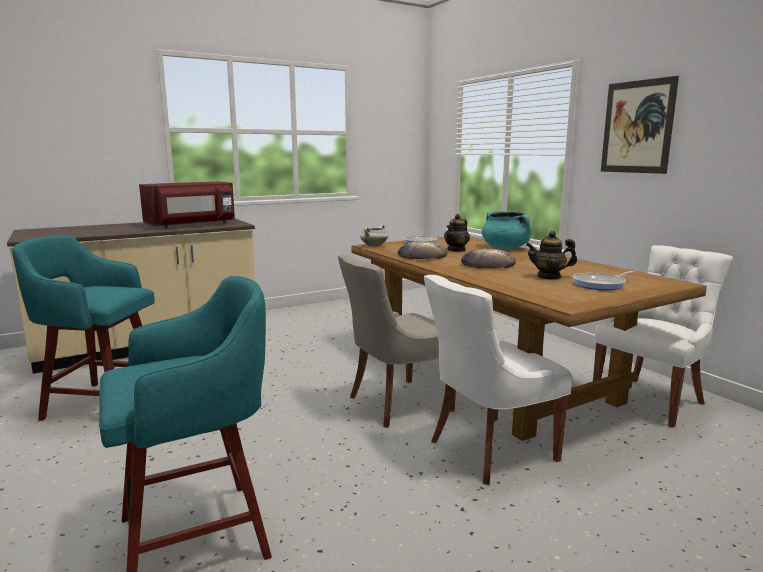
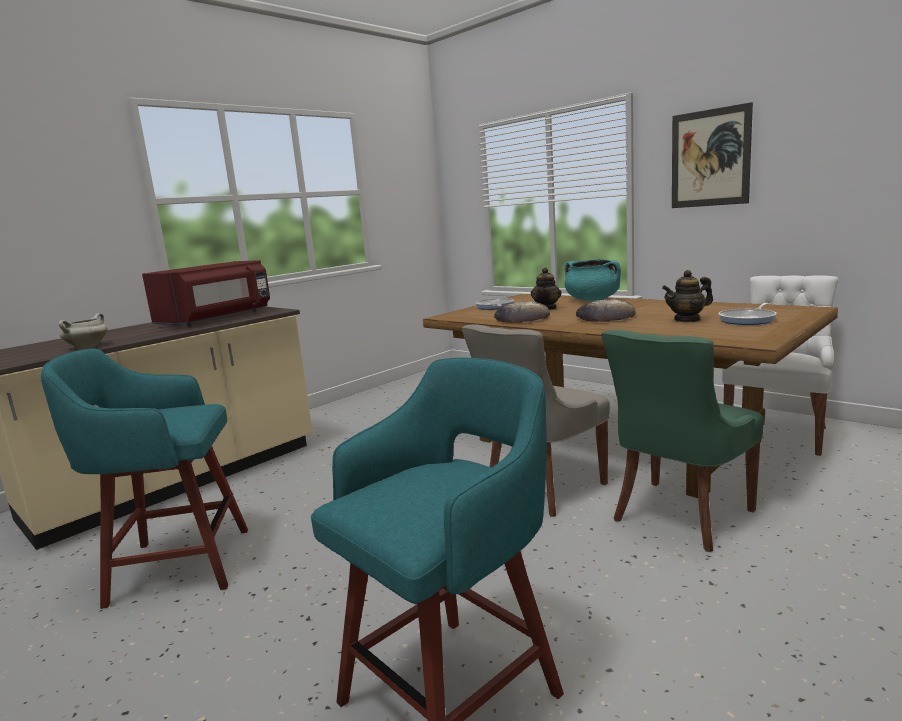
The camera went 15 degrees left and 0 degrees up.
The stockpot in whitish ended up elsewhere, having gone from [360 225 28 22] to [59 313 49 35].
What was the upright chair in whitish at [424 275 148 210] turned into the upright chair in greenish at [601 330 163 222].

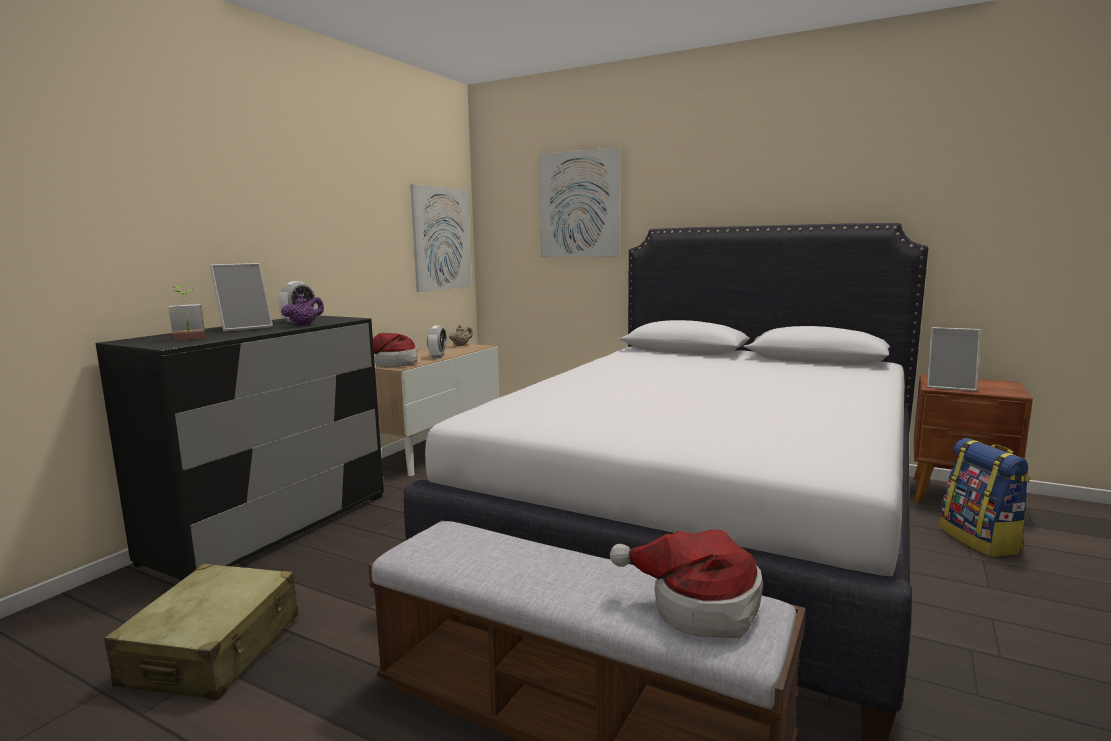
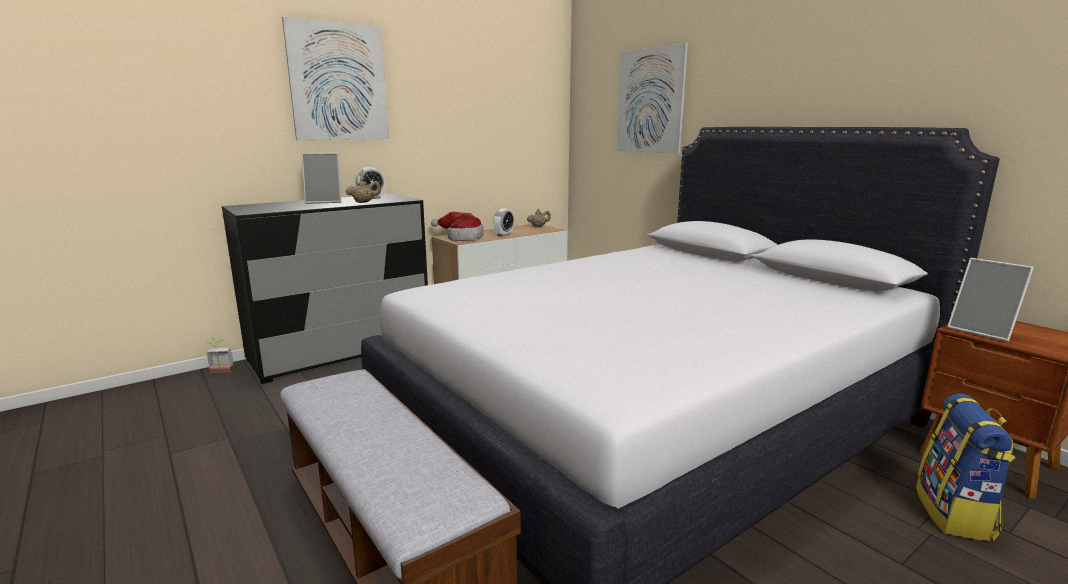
The camera went 25 degrees right and 5 degrees up.
The houseplant ended up elsewhere, having gone from [169 286 37 55] to [207 338 27 35].
The picture ended up elsewhere, having gone from [410 184 62 108] to [282 17 107 123].
What was the pot for tea in purple at [281 294 43 32] turned into the pot for tea in beige at [346 178 35 25].
The second view lost the piece of luggage in beige at [104 564 194 136].
The second view lost the clothing hat at [610 529 153 109].

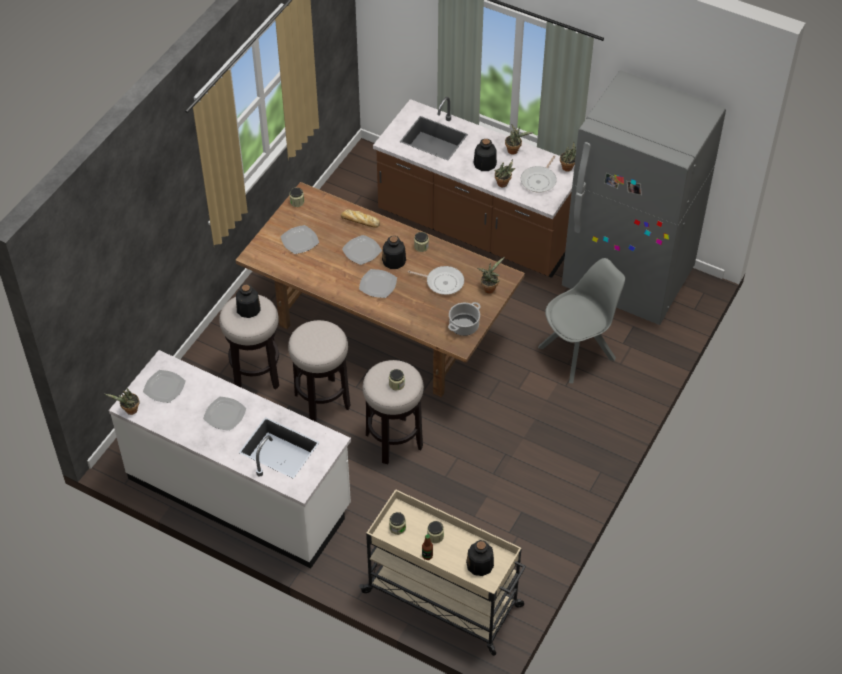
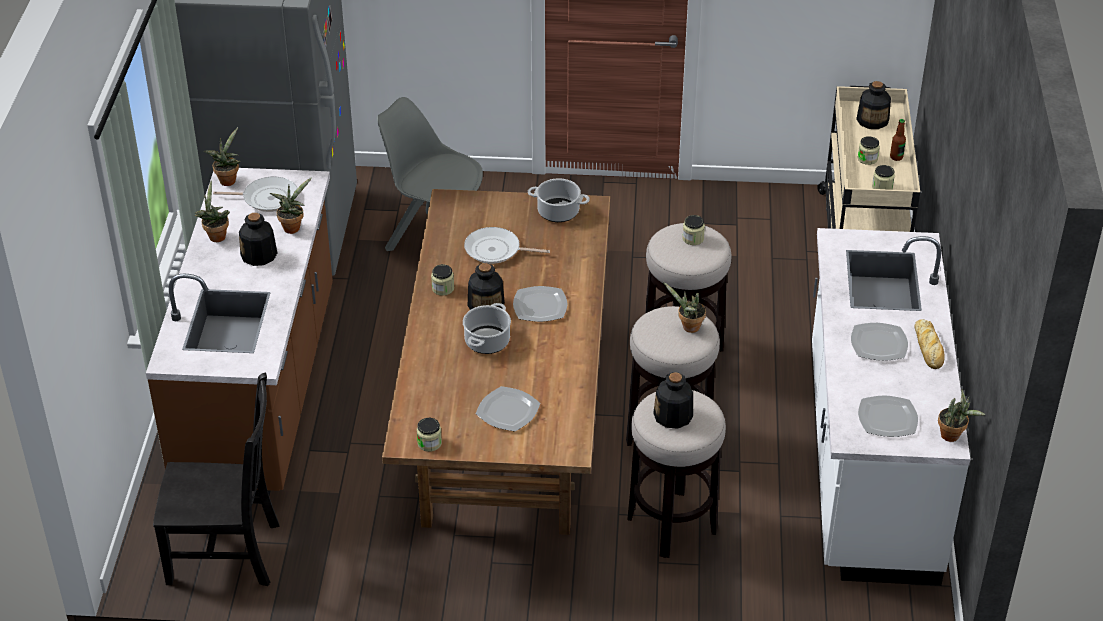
The camera went 115 degrees left and 10 degrees down.
The second view gained the upright chair in blackish at [153 373 127 213].
Where the plate stood at [342 235 40 30], the stockpot came to stand at [463 303 48 51].
The pan at [408 266 56 29] ended up facing another way, 75 degrees counterclockwise from before.
The houseplant ended up elsewhere, having gone from [477 257 28 37] to [663 282 43 51].
The bakery bread ended up elsewhere, having gone from [341 209 39 19] to [914 319 31 50].

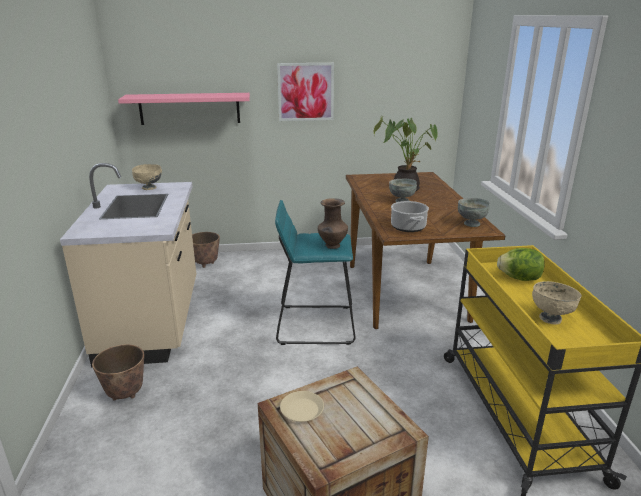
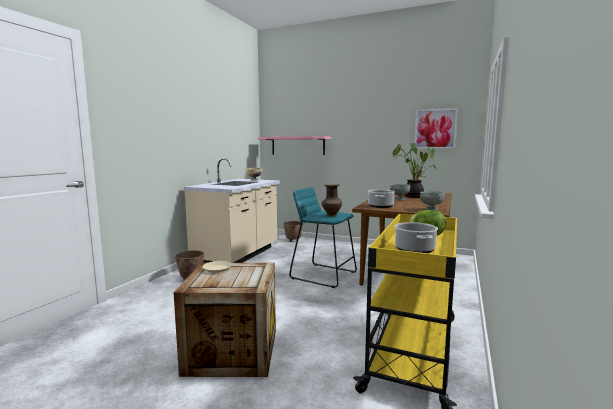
The camera went 30 degrees right and 15 degrees down.
Where the bowl in beige stood at [532 281 50 43], the stockpot came to stand at [395 222 43 31].
The picture ended up elsewhere, having gone from [277 63 57 58] to [414 108 44 41].

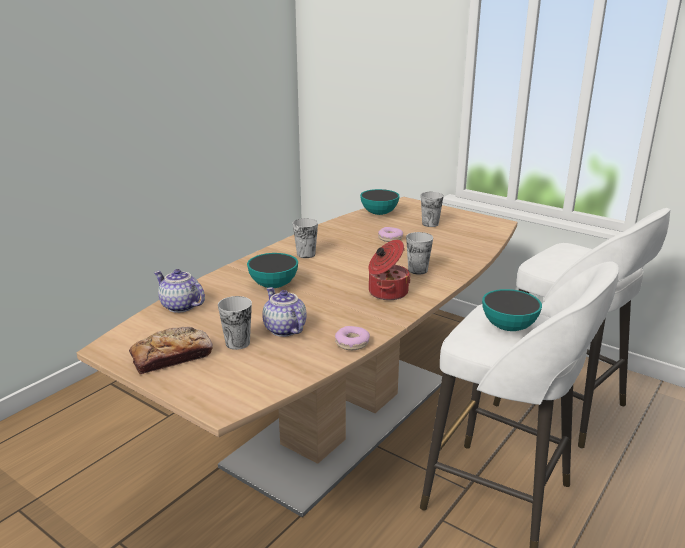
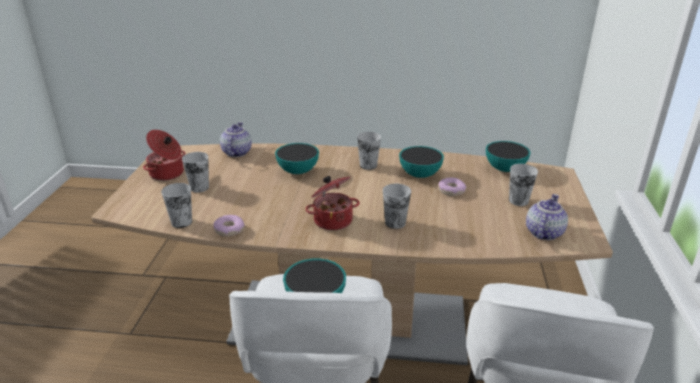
The camera went 60 degrees right and 5 degrees up.
Where the bakery bread stood at [129 327 84 47], the stockpot came to stand at [143 130 42 51].
The second view gained the small cup at [161 183 31 45].
The second view gained the bowl at [399 146 45 32].
The pot for tea ended up elsewhere, having gone from [262 287 45 50] to [526 194 42 46].

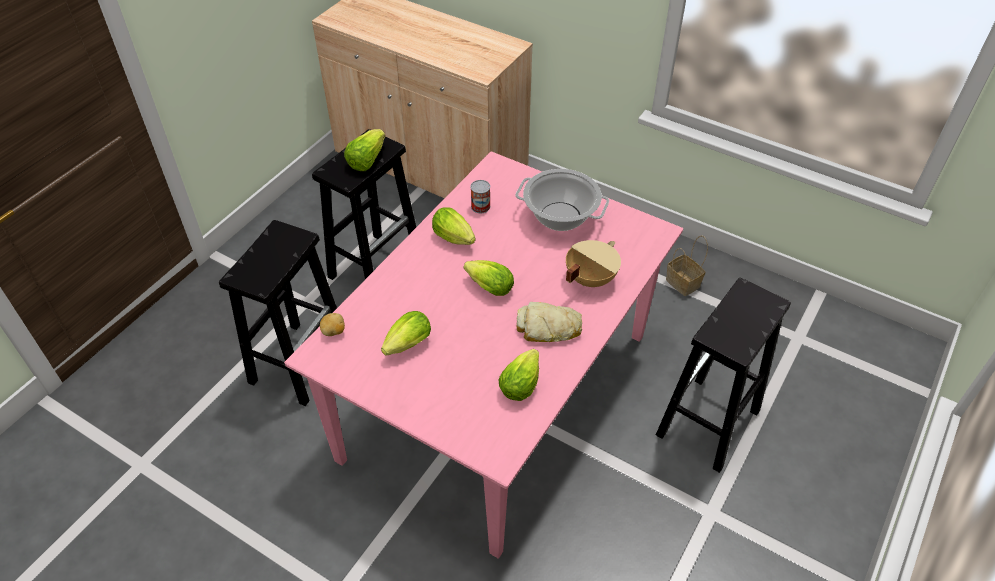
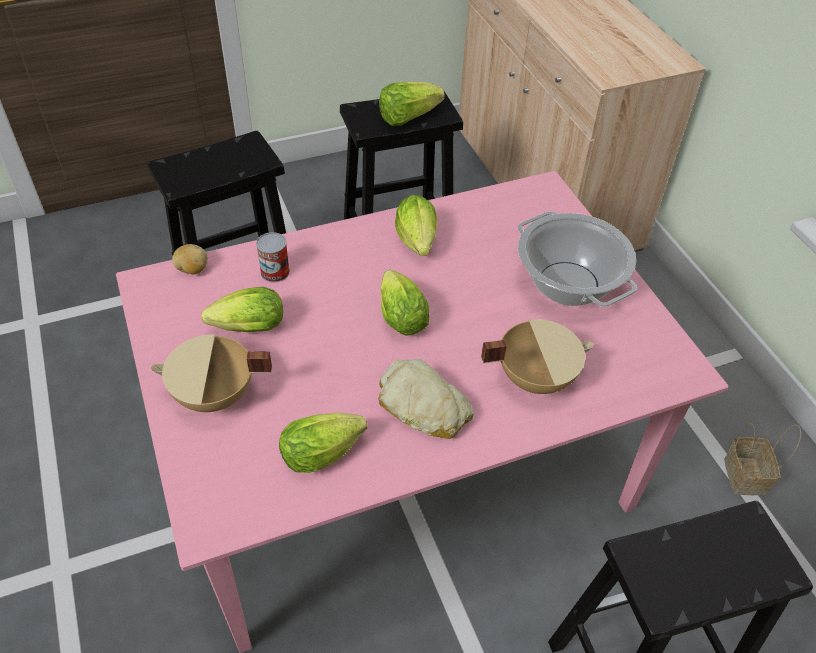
The camera went 35 degrees right and 0 degrees up.
The second view gained the stockpot in beige at [151 334 121 78].
The sealed can ended up elsewhere, having gone from [470 180 21 33] to [256 232 34 51].

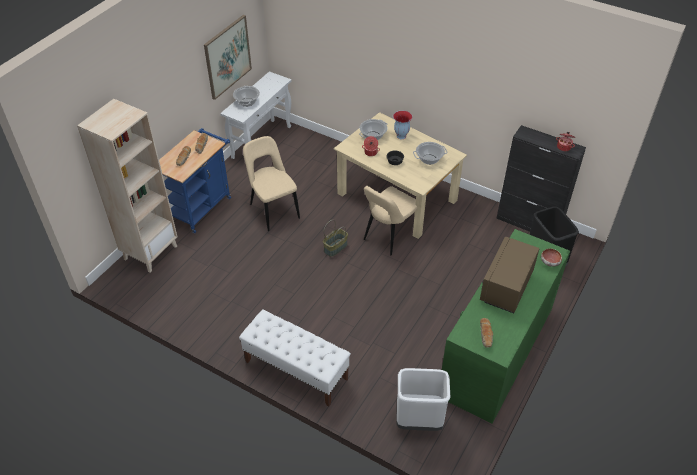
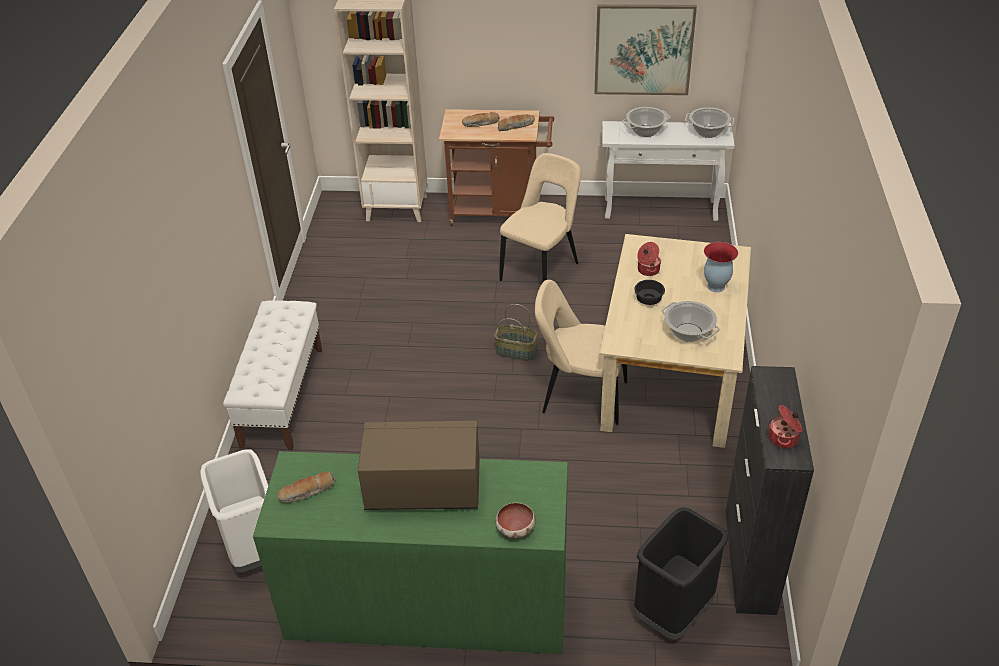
The camera went 65 degrees right and 5 degrees down.
What was the cart in blue-coloured at [159 128 72 105] turned into the cart in brownish at [439 109 115 117].
The stockpot ended up elsewhere, having gone from [359 119 28 21] to [685 107 50 31].

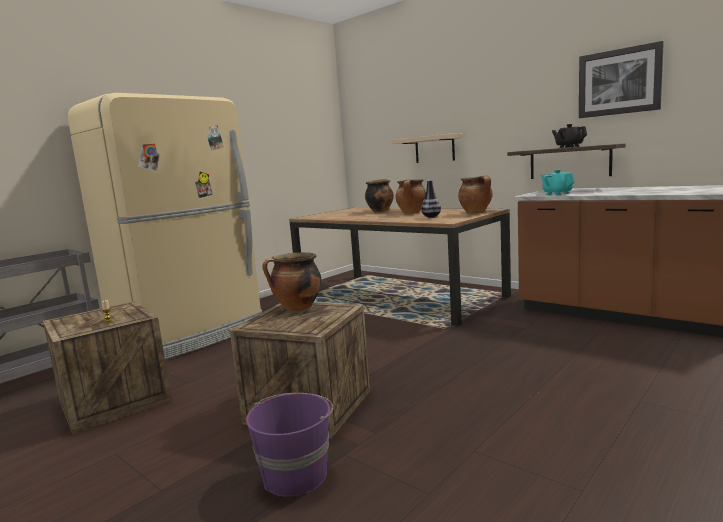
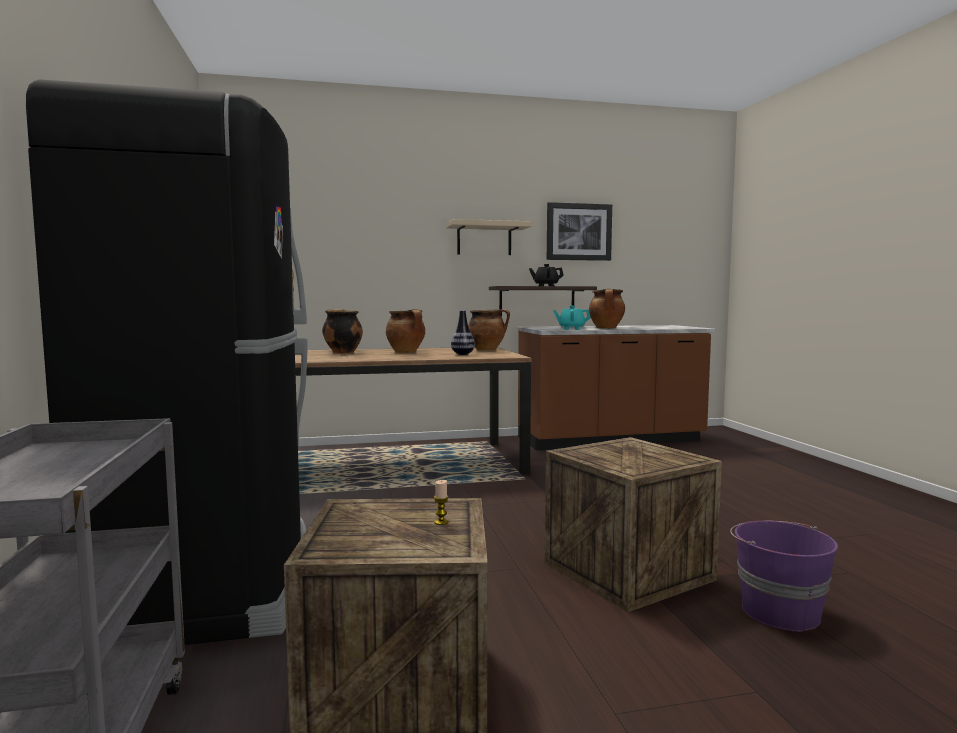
The camera went 55 degrees left and 5 degrees down.
What was the refrigerator in beige at [68 93 194 266] turned into the refrigerator in blackish at [26 79 282 566].
The shelf in beige ended up elsewhere, having gone from [391 134 71 29] to [446 219 86 36].
The stockpot ended up elsewhere, having gone from [262 252 59 59] to [589 289 36 40].

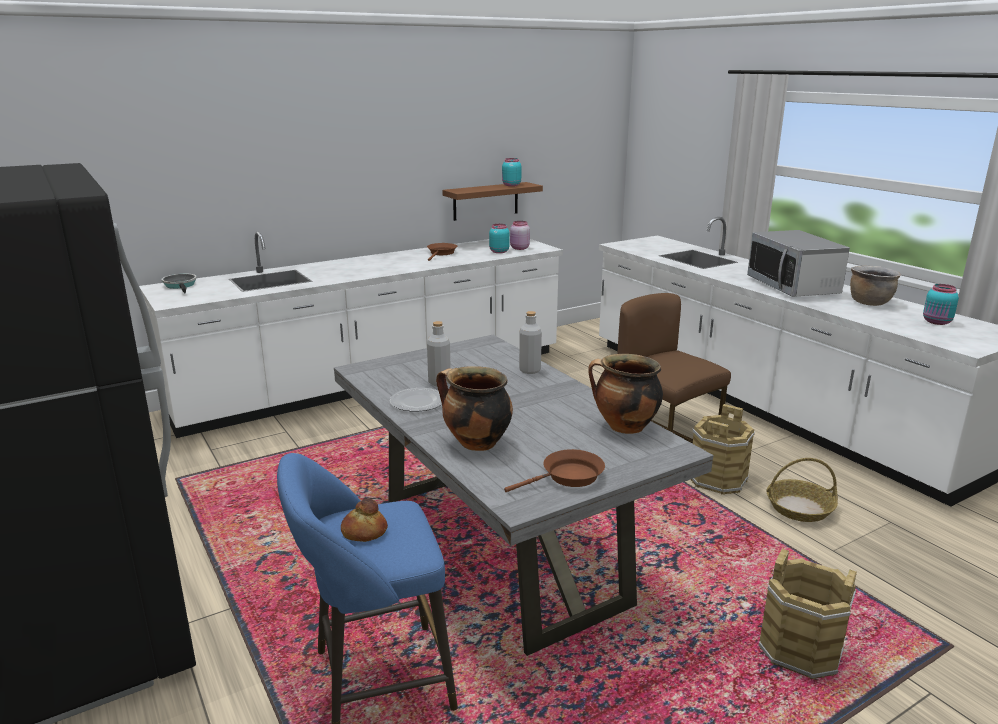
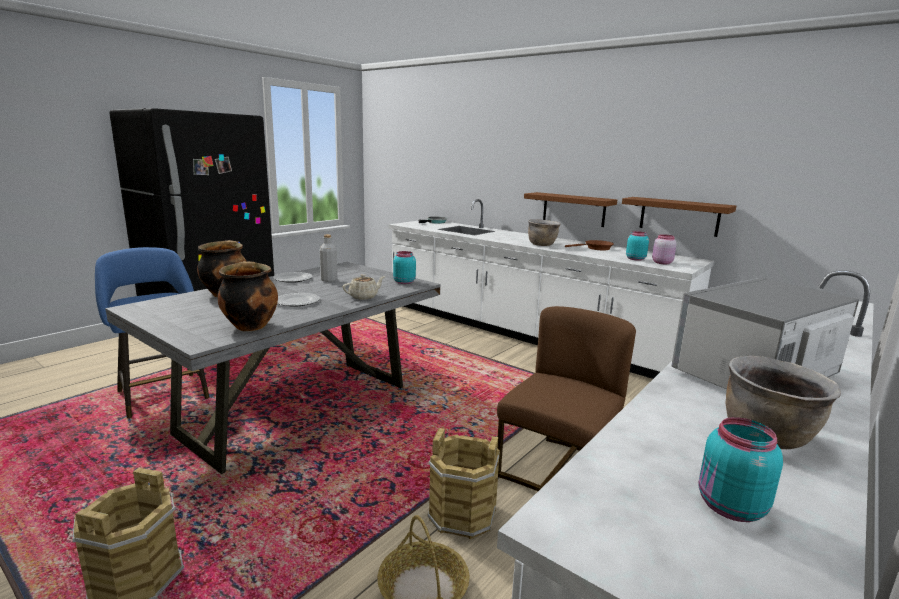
The camera went 70 degrees right and 5 degrees down.
The second view gained the plate at [277 293 43 13].
Where the bottle in grey stood at [519 311 23 63], the pot for tea in beige came to stand at [343 274 42 25].
The jar in turquoise-coloured ended up elsewhere, having gone from [502 158 19 28] to [393 251 23 33].
The second view gained the shelf in brownish at [524 192 93 35].
The second view gained the stockpot in brownish at [528 219 32 27].
The second view lost the bakery bread at [341 499 47 43].
The second view lost the pan in brownish at [504 449 101 43].

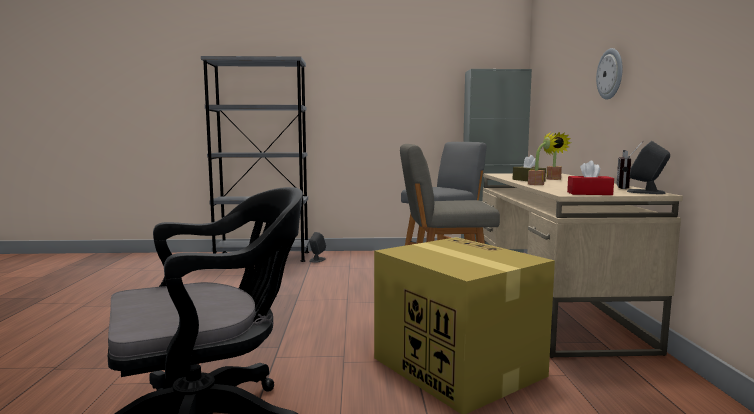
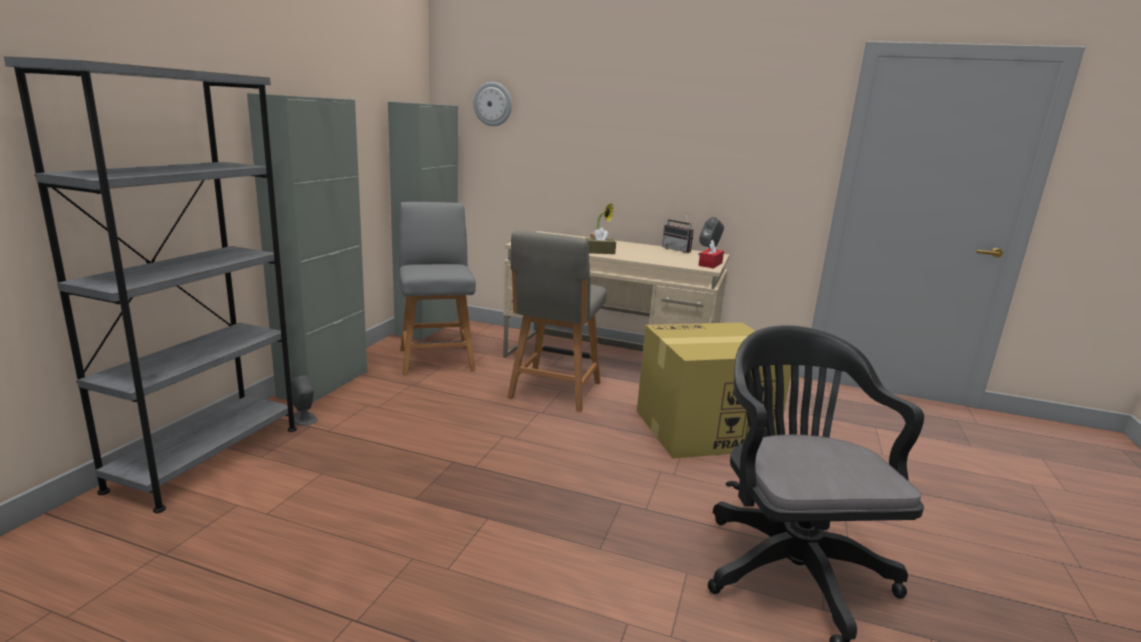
The camera went 70 degrees left and 10 degrees up.
The second view gained the cabinet in grey at [247 93 120 310].
The clock on the wall ended up elsewhere, having gone from [596 48 27 52] to [474 82 38 44].
The second view lost the houseplant at [528 132 30 53].

